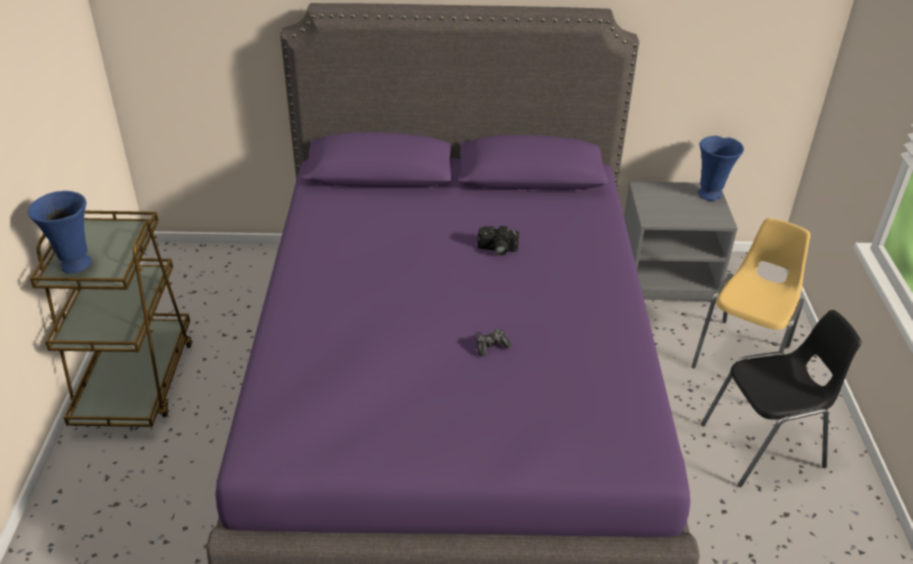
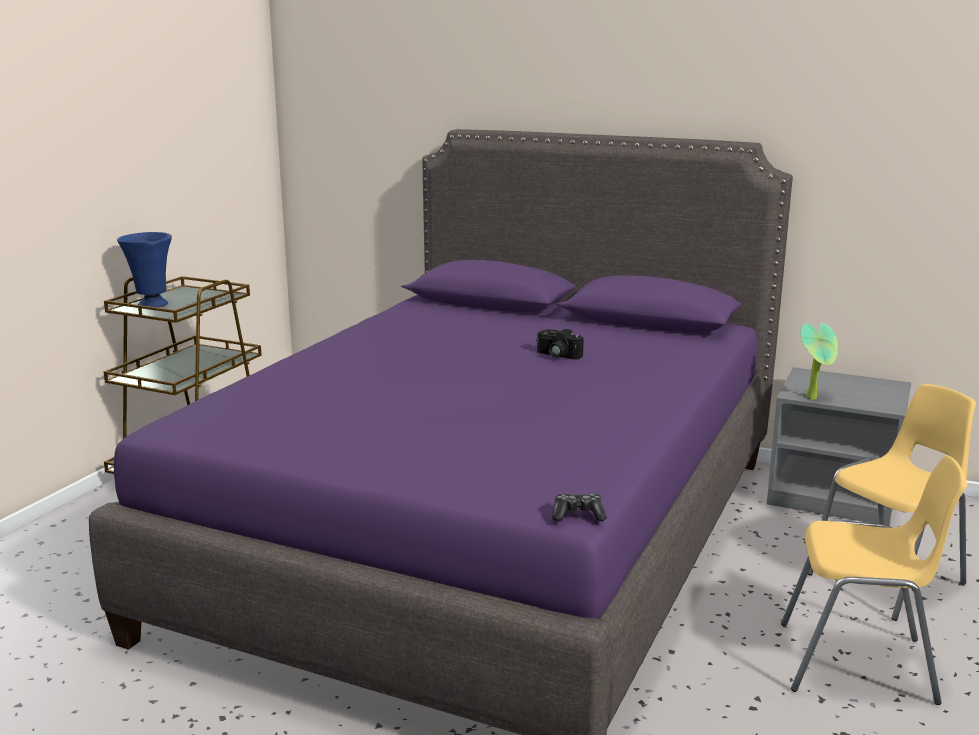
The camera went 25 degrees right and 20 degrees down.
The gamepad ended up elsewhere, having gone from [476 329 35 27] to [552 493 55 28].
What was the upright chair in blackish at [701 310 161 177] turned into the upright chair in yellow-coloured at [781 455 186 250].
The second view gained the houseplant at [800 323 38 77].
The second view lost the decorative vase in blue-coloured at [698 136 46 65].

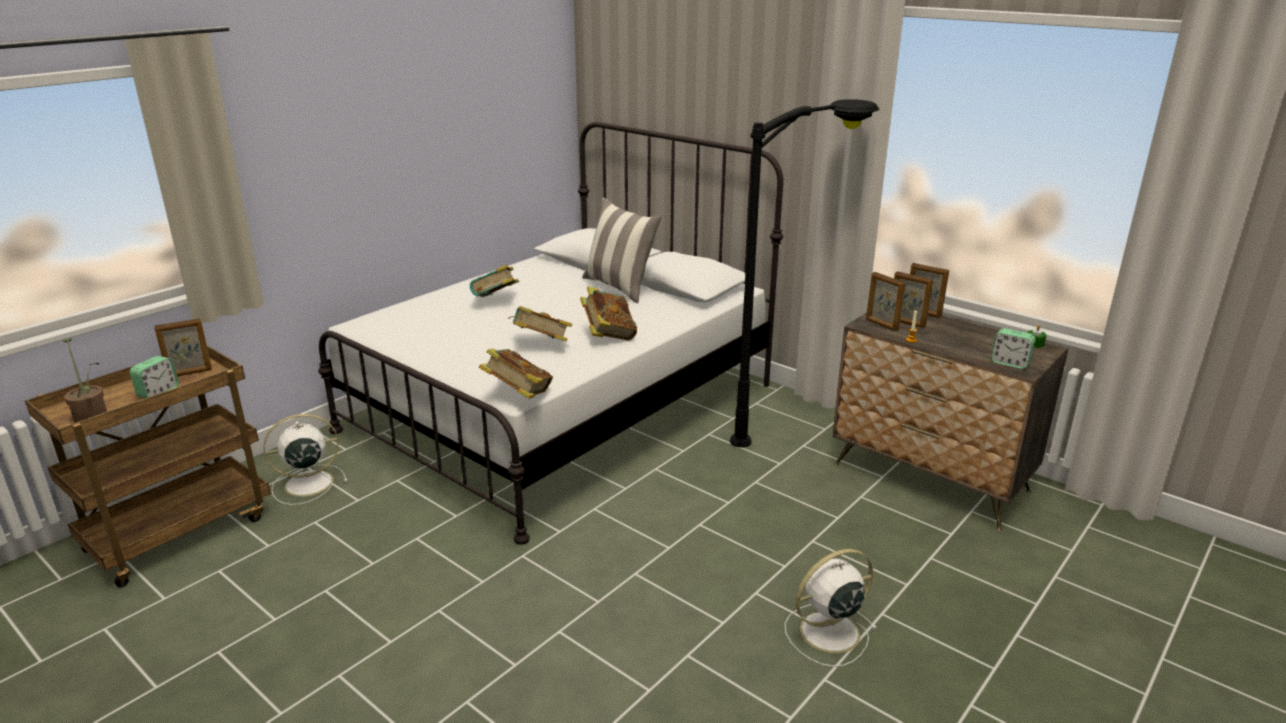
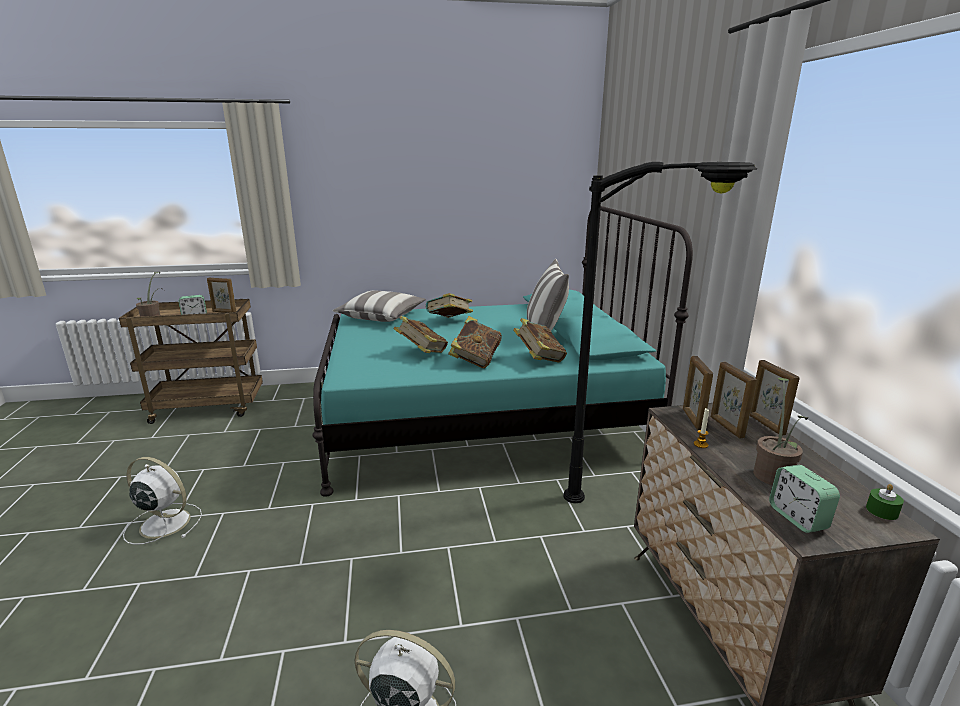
The camera went 40 degrees right and 5 degrees down.
The fan in whitish ended up elsewhere, having gone from [264 414 84 91] to [123 457 79 88].
What was the sleeping bed in whitish at [318 122 465 423] turned into the sleeping bed in turquoise-coloured at [313 206 380 291].
The second view gained the throw pillow at [333 291 93 31].
The book ended up elsewhere, having gone from [479 349 74 50] to [513 318 54 44].
The second view gained the houseplant at [753 378 55 107].

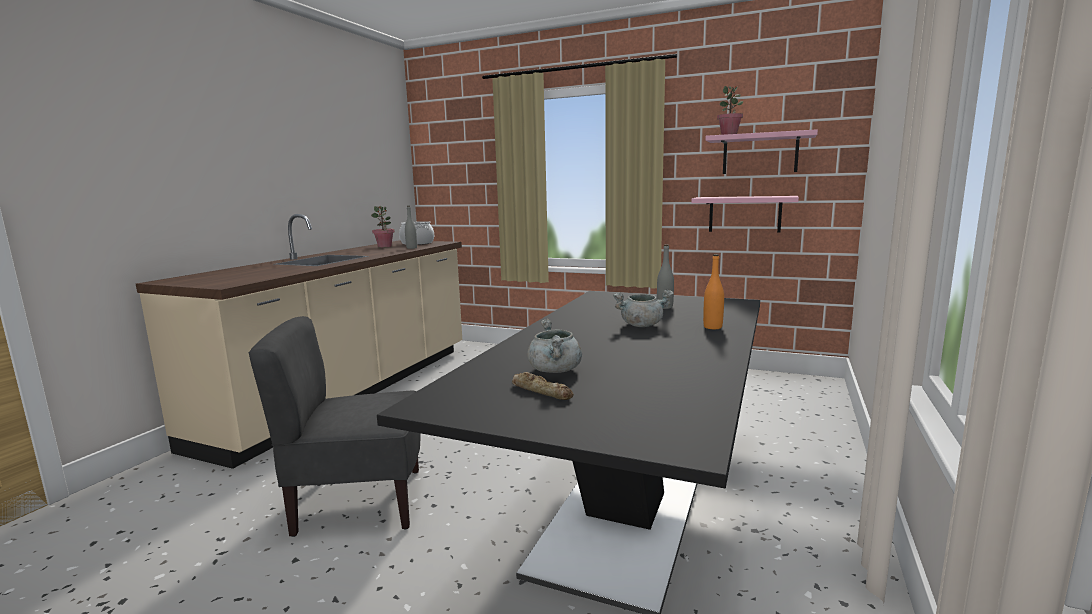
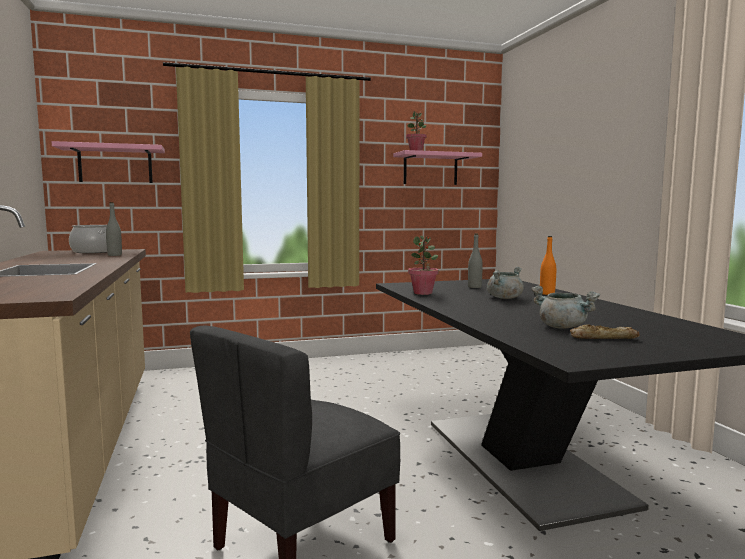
The camera went 40 degrees left and 5 degrees down.
The shelf in pinkish ended up elsewhere, having gone from [691 196 108 36] to [52 141 113 42].
The houseplant ended up elsewhere, having gone from [371 206 24 41] to [408 236 31 59].

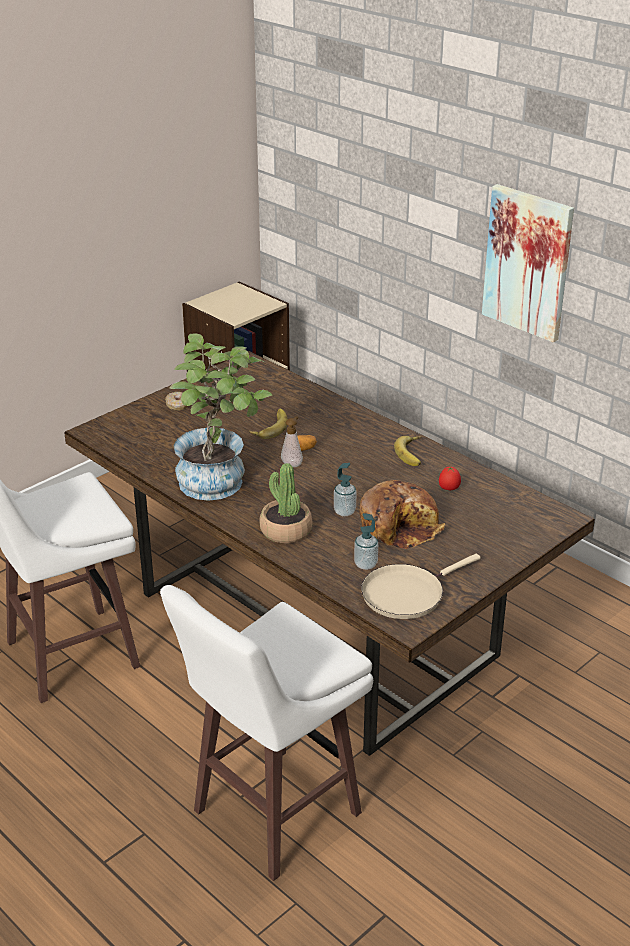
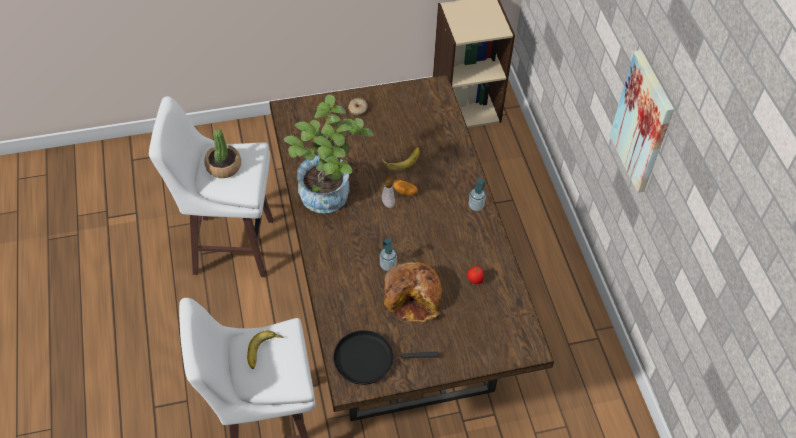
The camera went 30 degrees right and 20 degrees up.
The houseplant ended up elsewhere, having gone from [259 463 53 80] to [205 129 36 49].
The banana fruit ended up elsewhere, having gone from [394 436 28 30] to [247 330 36 39].
What was the pan in beige at [361 554 120 65] turned into the pan in blackish at [333 330 105 55].
The soap bottle ended up elsewhere, having gone from [354 513 24 57] to [468 177 18 34].

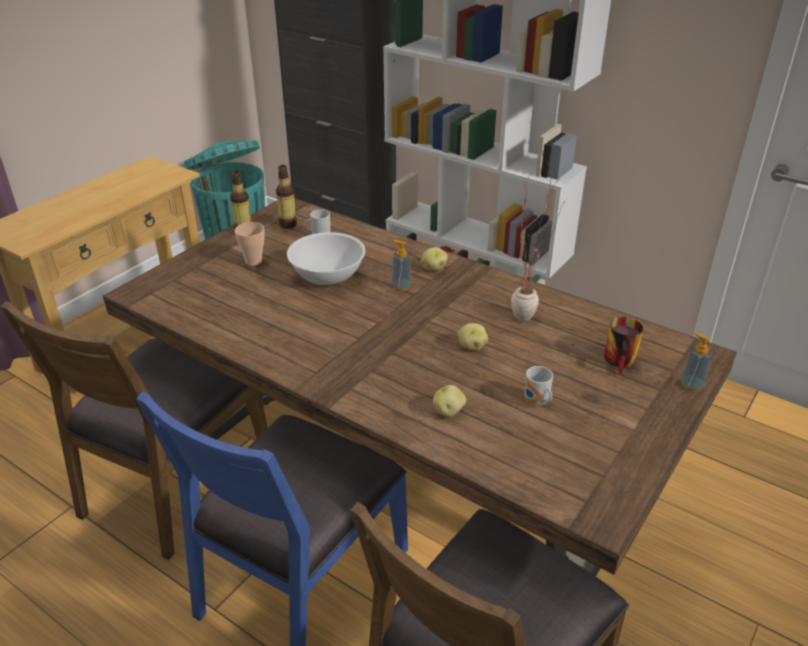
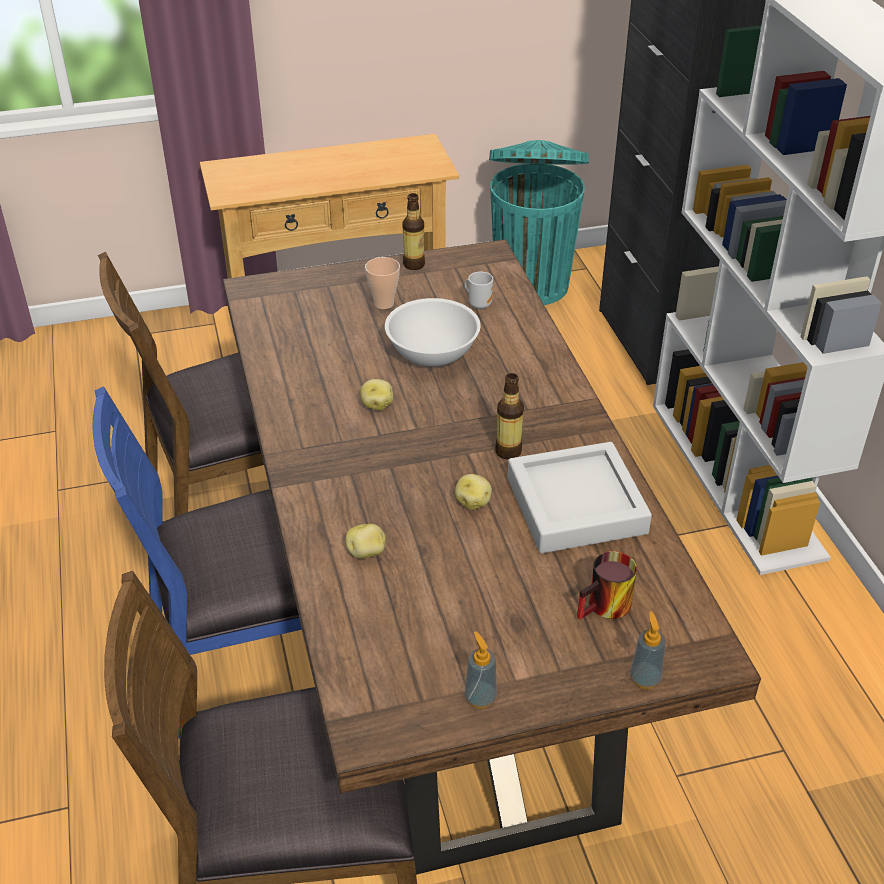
The camera went 40 degrees right and 5 degrees up.
The whole potato ended up elsewhere, having gone from [421 247 27 23] to [360 379 33 32].
The soap bottle ended up elsewhere, having gone from [392 240 20 51] to [465 631 32 78].
The bottle ended up elsewhere, having gone from [276 165 21 64] to [495 373 29 87].
Where the houseplant stood at [511 160 55 162], the serving tray in grey came to stand at [508 442 144 111].
The second view lost the tea mug at [524 366 29 40].

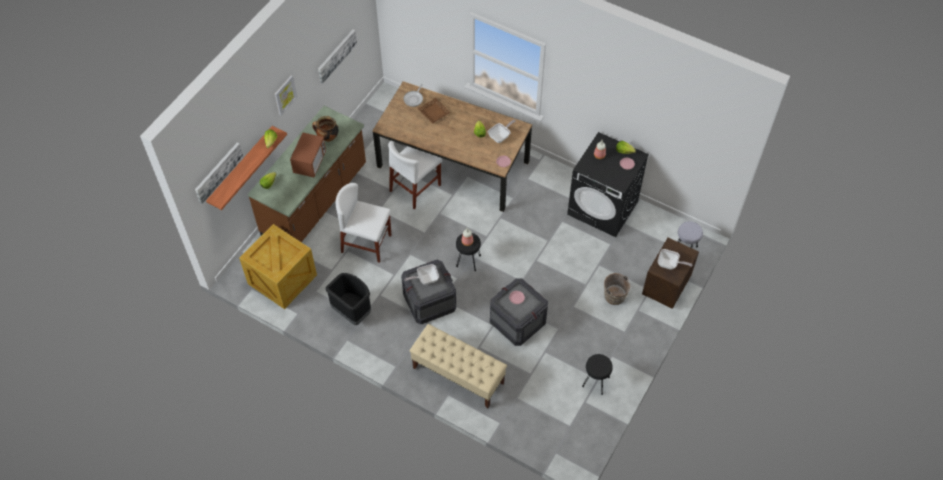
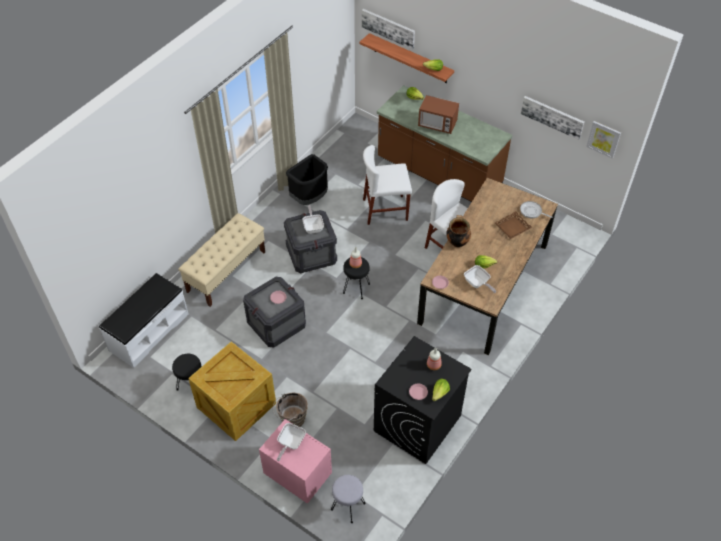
The camera went 95 degrees right and 5 degrees down.
The second view gained the bench in whitish at [99 273 90 95].
The packing crate ended up elsewhere, having gone from [239 224 78 85] to [188 342 88 99].
What was the bedside table in brownish at [642 238 57 71] turned into the bedside table in pinkish at [259 419 73 85].
The upright chair in whitish at [336 183 55 80] ended up facing another way, 120 degrees counterclockwise from before.
The stockpot ended up elsewhere, having gone from [312 116 27 26] to [446 215 25 32].
The picture ended up elsewhere, having gone from [275 75 22 40] to [586 121 35 38].

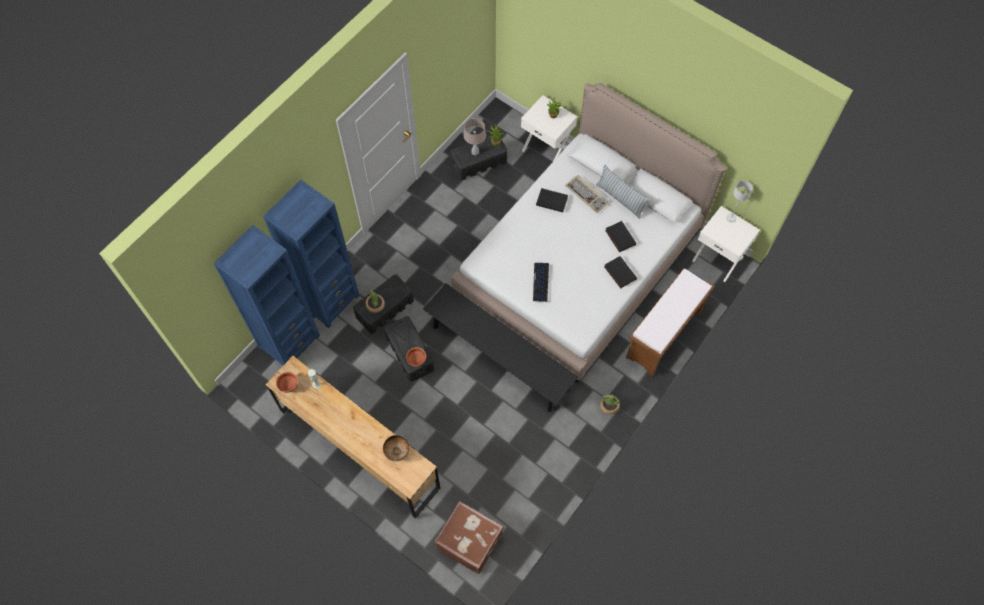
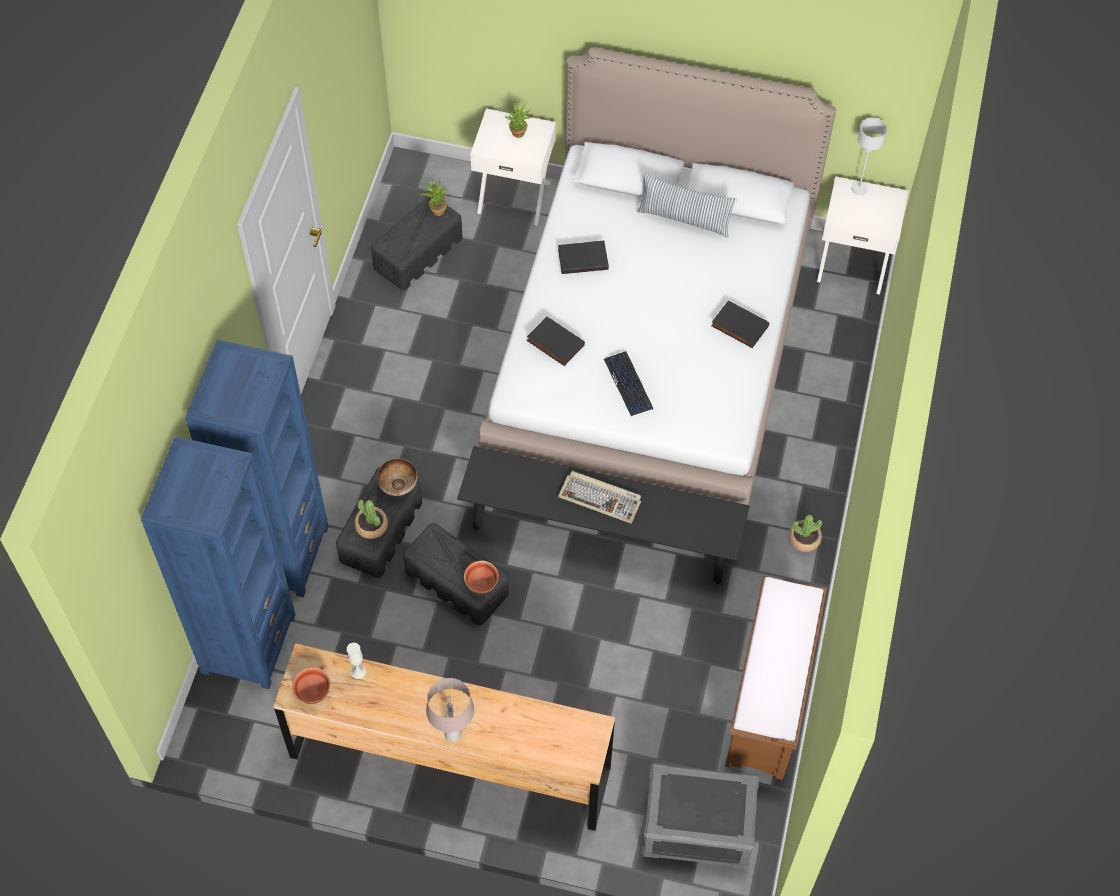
The camera went 25 degrees left and 5 degrees down.
The bowl ended up elsewhere, having gone from [383 435 26 26] to [377 458 41 38].
The lamp for a table in beige ended up elsewhere, having gone from [464 118 22 37] to [426 678 48 64].
The book in blackish ended up elsewhere, having gone from [605 221 31 31] to [527 316 58 50].
The keyboard ended up elsewhere, having gone from [565 175 43 38] to [558 471 83 53].
Where the piece of luggage in brownish stood at [435 501 69 73], the storage container in grey came to stand at [641 763 118 105].
The bench in brownish ended up elsewhere, having gone from [626 268 89 108] to [725 576 102 204].

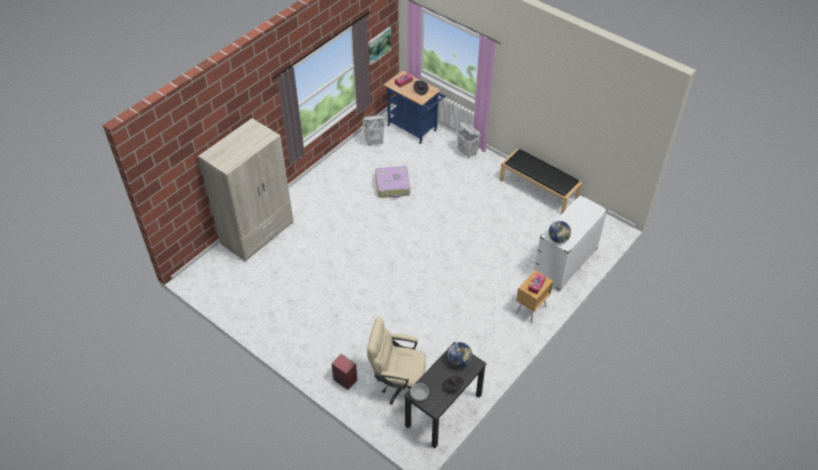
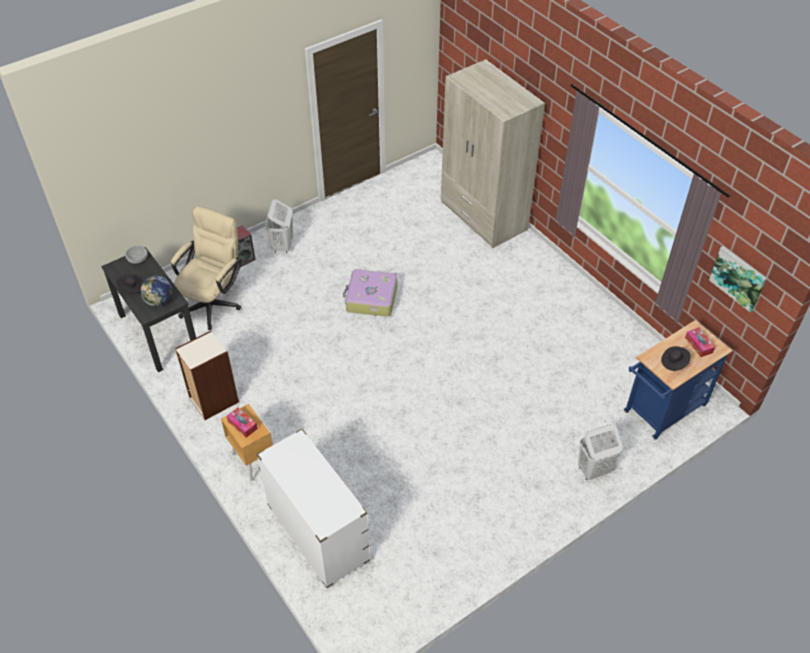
The camera went 105 degrees right and 0 degrees up.
The second view gained the bookcase at [175 331 64 89].
The washing basket in whitish ended up elsewhere, having gone from [362 115 23 31] to [265 199 28 54].
The piece of luggage ended up elsewhere, having gone from [375 166 35 32] to [343 269 54 48].
The second view lost the bench in blackish at [500 148 83 66].
The second view lost the desk globe at [548 221 23 22].

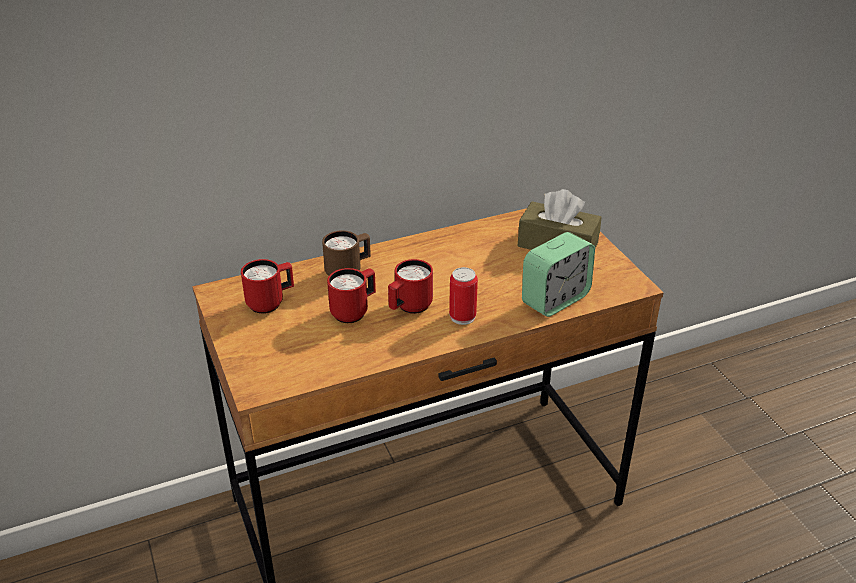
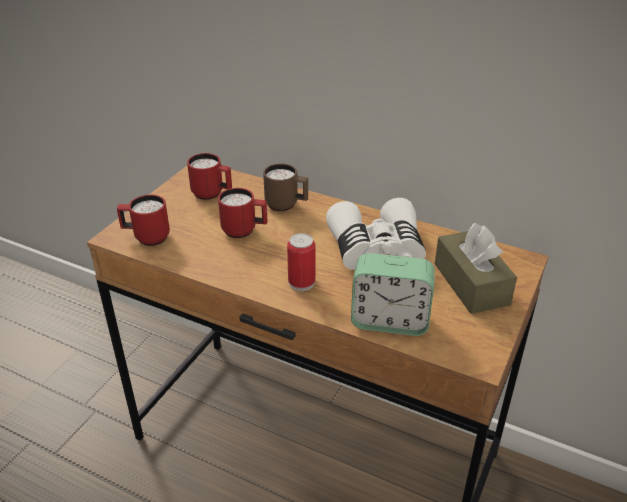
The camera went 50 degrees right and 0 degrees up.
The tea mug in red-coloured ended up elsewhere, having gone from [388 259 45 55] to [117 195 53 51].
The second view gained the binoculars in whitish at [326 198 100 72].

